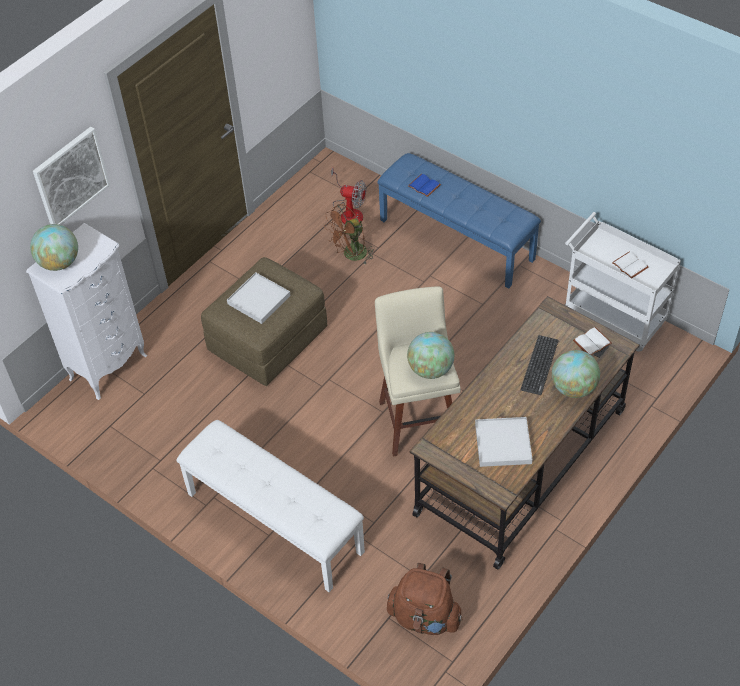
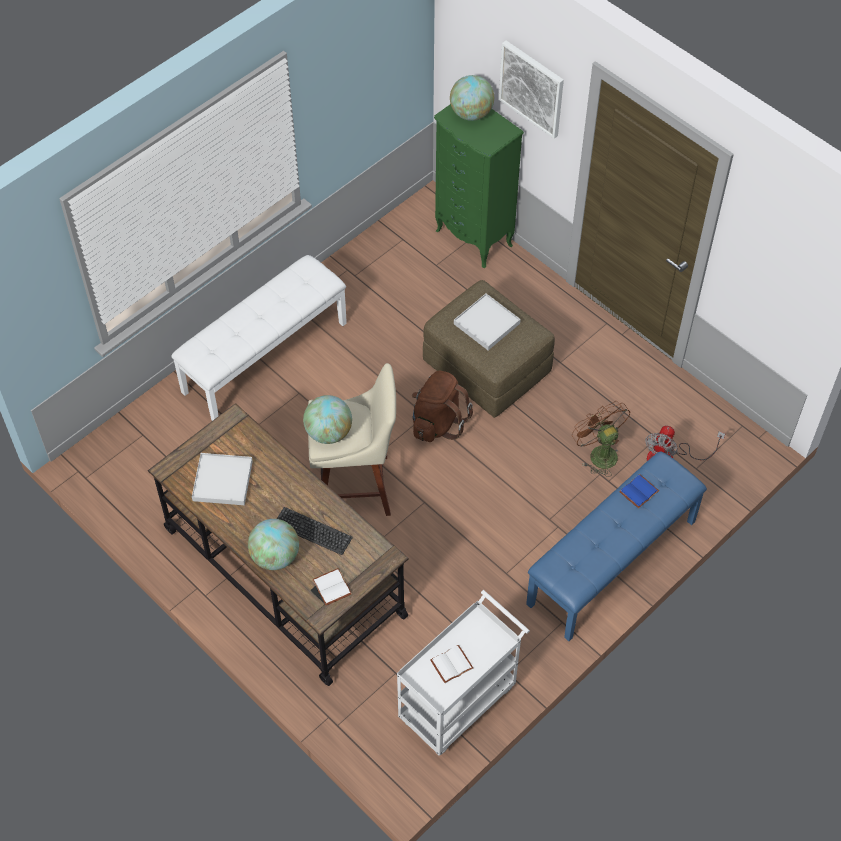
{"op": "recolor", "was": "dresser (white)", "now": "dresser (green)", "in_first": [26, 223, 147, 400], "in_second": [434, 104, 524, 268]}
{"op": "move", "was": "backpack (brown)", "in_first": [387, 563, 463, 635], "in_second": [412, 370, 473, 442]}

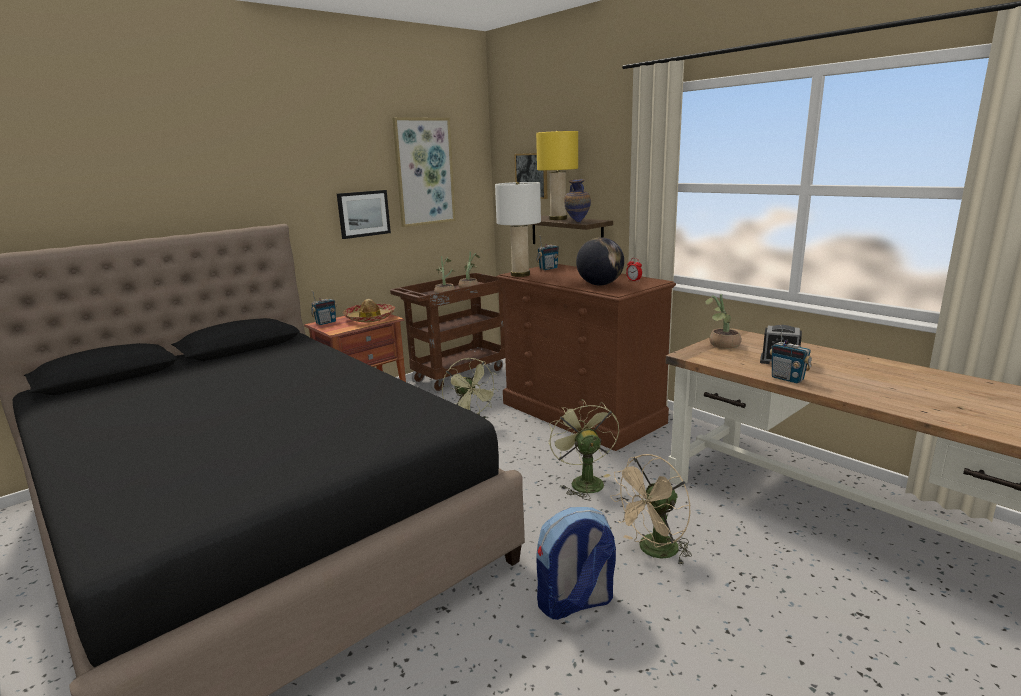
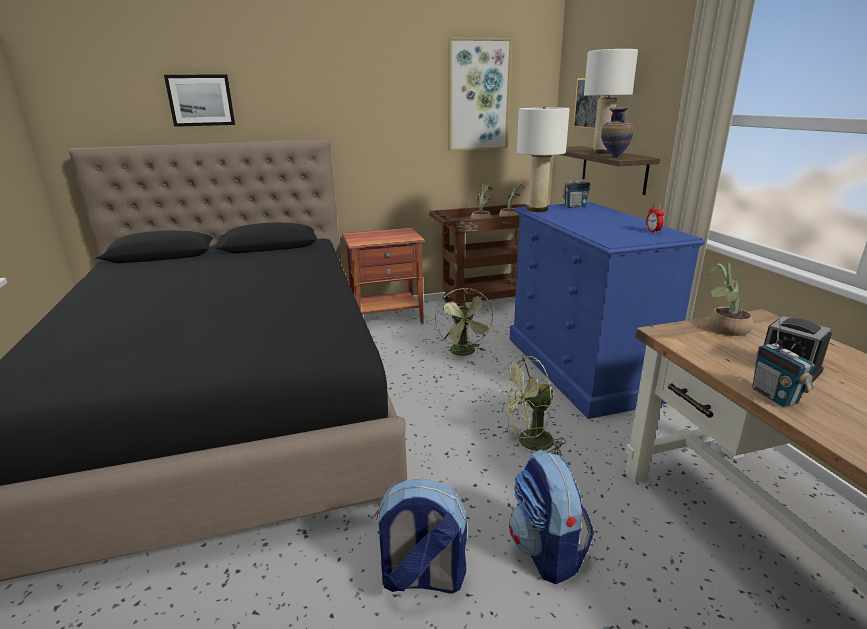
{"op": "recolor", "was": "table lamp (yellow)", "now": "table lamp (white)", "in_first": [536, 131, 578, 220], "in_second": [584, 49, 638, 154]}
{"op": "move", "was": "picture", "in_first": [337, 190, 391, 239], "in_second": [164, 74, 235, 127]}
{"op": "delete", "was": "globe", "in_first": [576, 237, 624, 286]}
{"op": "recolor", "was": "dresser (brown)", "now": "dresser (blue)", "in_first": [496, 264, 676, 451], "in_second": [509, 202, 705, 419]}
{"op": "delete", "was": "radio", "in_first": [311, 290, 337, 325]}
{"op": "delete", "was": "hat", "in_first": [343, 299, 395, 323]}
{"op": "rotate", "was": "fan (green)", "in_first": [548, 399, 619, 500], "in_second": [499, 356, 566, 455], "clockwise": -120}
{"op": "replace", "was": "fan (beige)", "now": "backpack", "in_first": [610, 454, 692, 565], "in_second": [509, 449, 594, 584]}

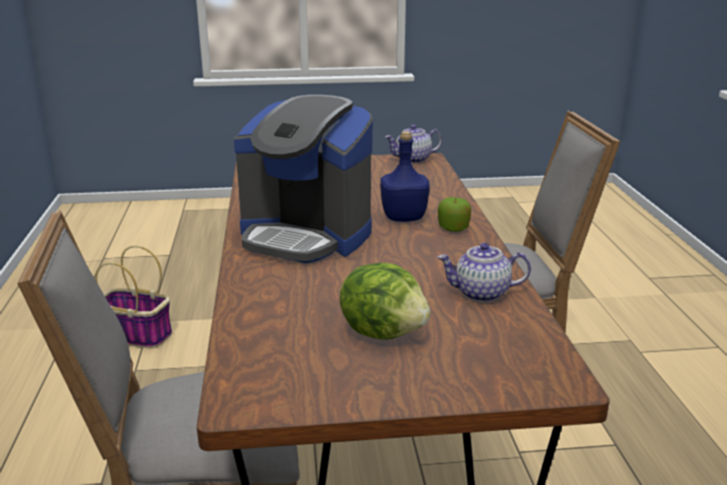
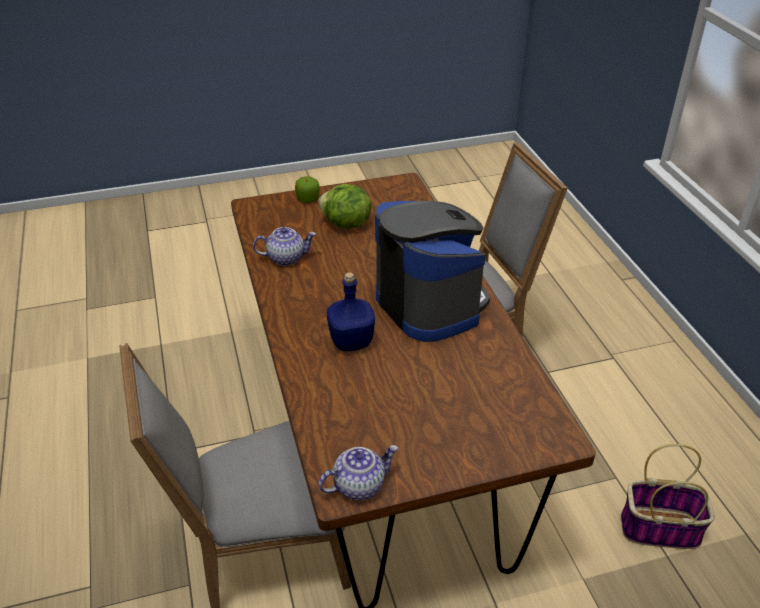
{"op": "rotate", "was": "coffee machine", "in_first": [234, 95, 373, 263], "in_second": [375, 201, 490, 342], "clockwise": 45}
{"op": "move", "was": "apple", "in_first": [438, 197, 471, 232], "in_second": [295, 176, 319, 203]}

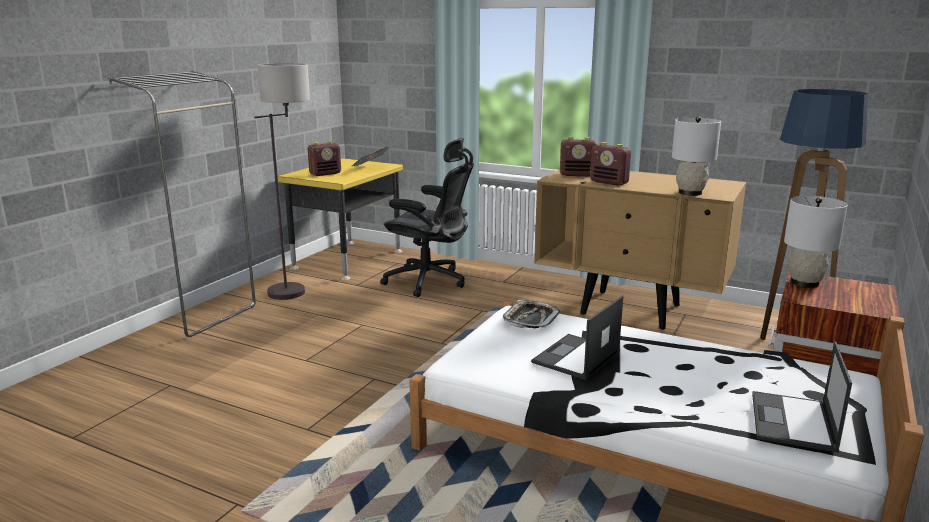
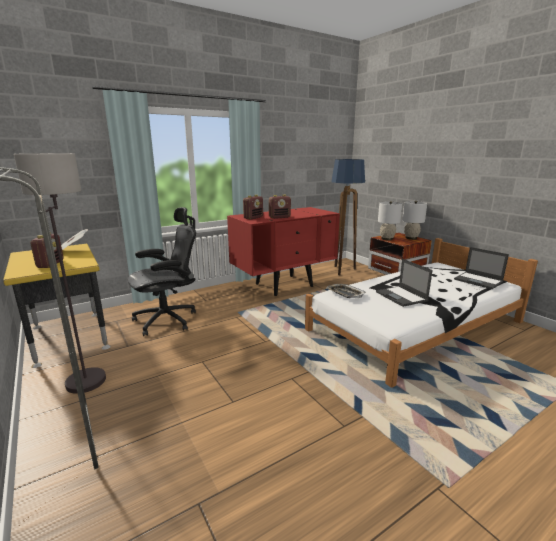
{"op": "move", "was": "table lamp (white)", "in_first": [672, 116, 721, 196], "in_second": [402, 201, 427, 240]}
{"op": "recolor", "was": "dresser (beige)", "now": "dresser (red)", "in_first": [534, 169, 746, 330], "in_second": [227, 207, 340, 296]}

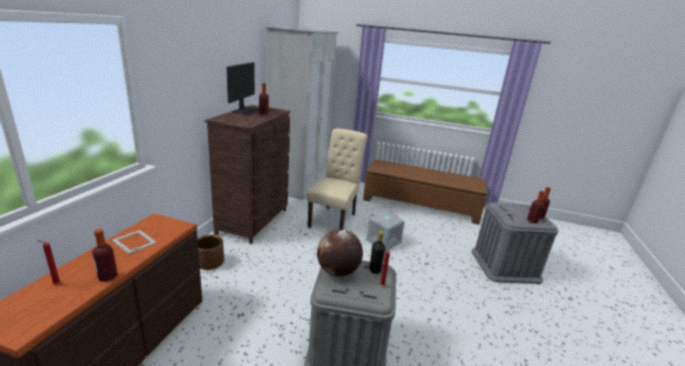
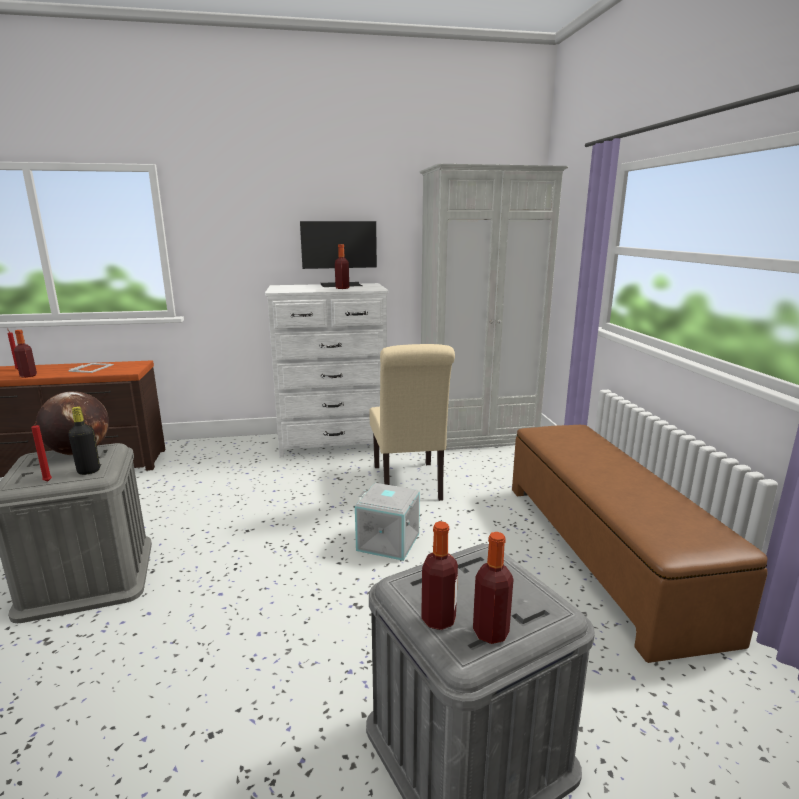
{"op": "recolor", "was": "dresser (brown)", "now": "dresser (white)", "in_first": [205, 105, 290, 244], "in_second": [265, 283, 388, 457]}
{"op": "rotate", "was": "chair (beige)", "in_first": [307, 129, 368, 230], "in_second": [369, 344, 455, 501], "clockwise": 90}
{"op": "delete", "was": "planter (brown)", "in_first": [197, 235, 224, 270]}

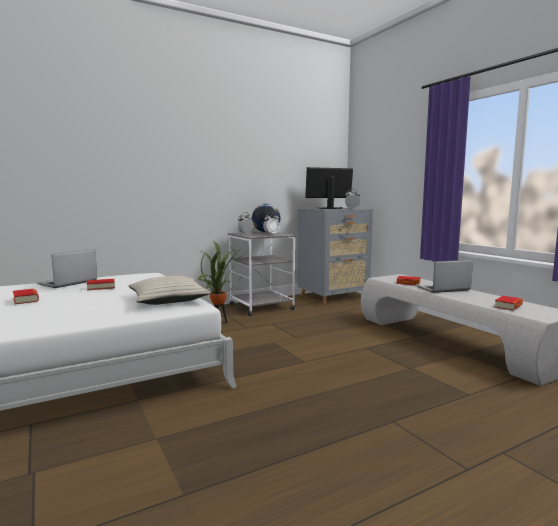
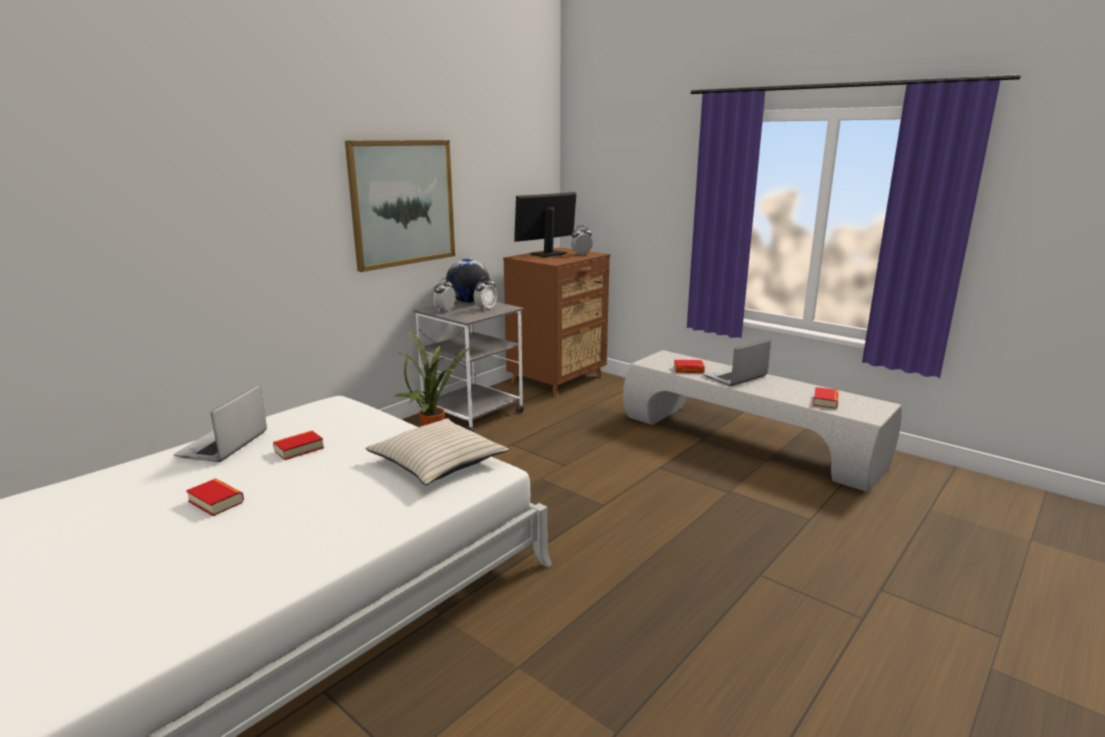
{"op": "recolor", "was": "dresser (grey)", "now": "dresser (brown)", "in_first": [298, 208, 373, 305], "in_second": [503, 247, 610, 397]}
{"op": "insert", "now": "picture", "in_second": [345, 140, 455, 272]}

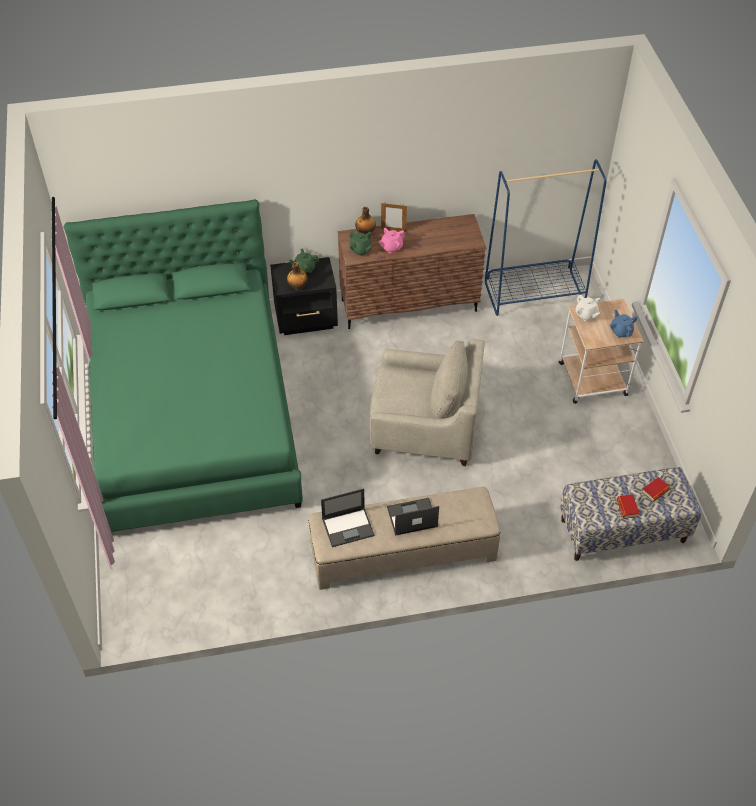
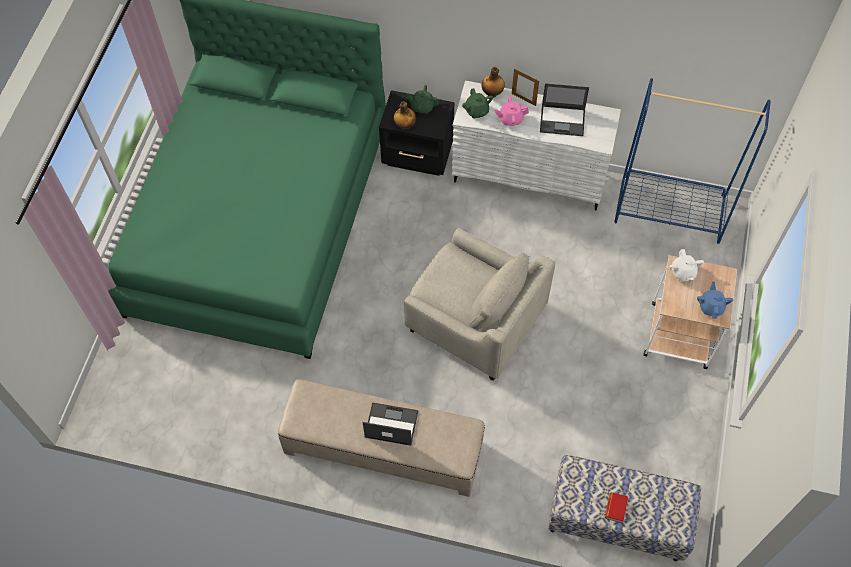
{"op": "recolor", "was": "dresser (brown)", "now": "dresser (white)", "in_first": [338, 214, 487, 329], "in_second": [452, 81, 621, 210]}
{"op": "delete", "was": "book", "in_first": [642, 477, 670, 502]}
{"op": "move", "was": "laptop", "in_first": [321, 488, 374, 547], "in_second": [540, 83, 589, 136]}

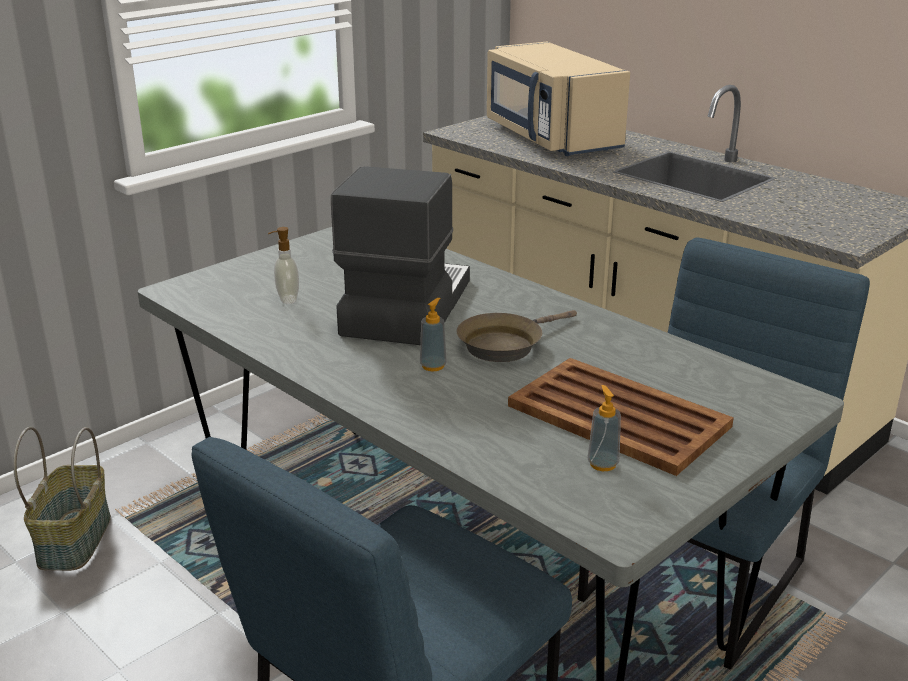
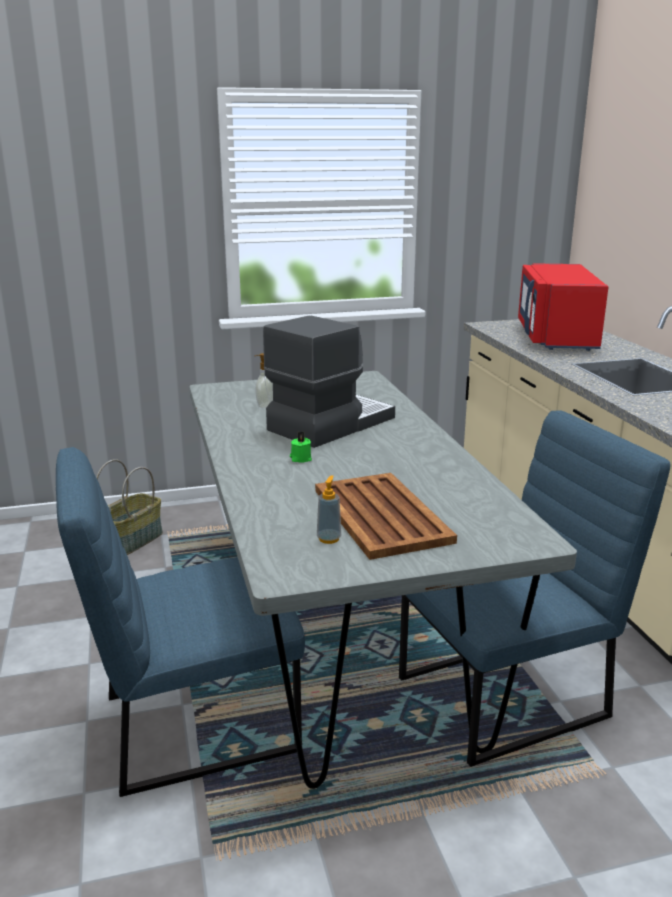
{"op": "recolor", "was": "microwave (beige)", "now": "microwave (red)", "in_first": [487, 42, 630, 156], "in_second": [518, 263, 609, 351]}
{"op": "replace", "was": "soap dispenser", "now": "candle (green)", "in_first": [420, 298, 447, 371], "in_second": [290, 431, 312, 463]}
{"op": "delete", "was": "frying pan (brown)", "in_first": [457, 310, 577, 362]}

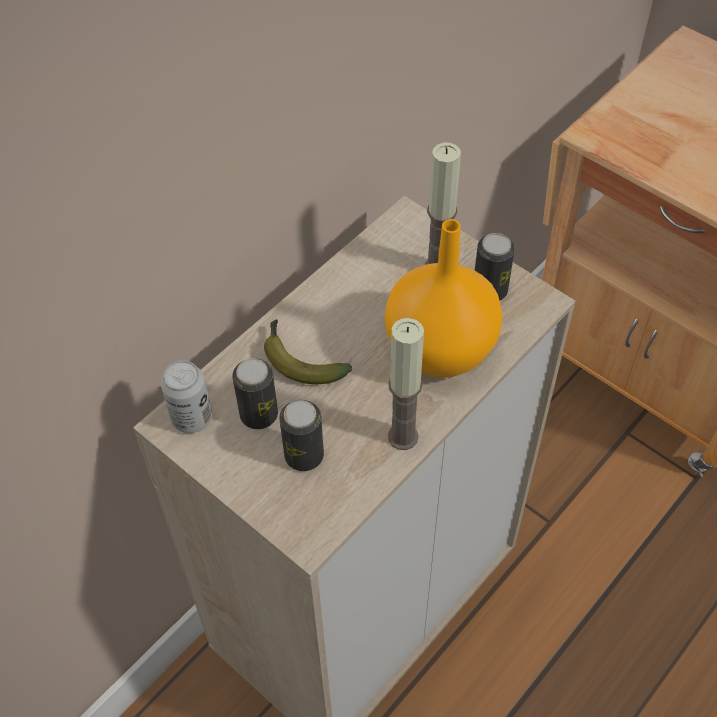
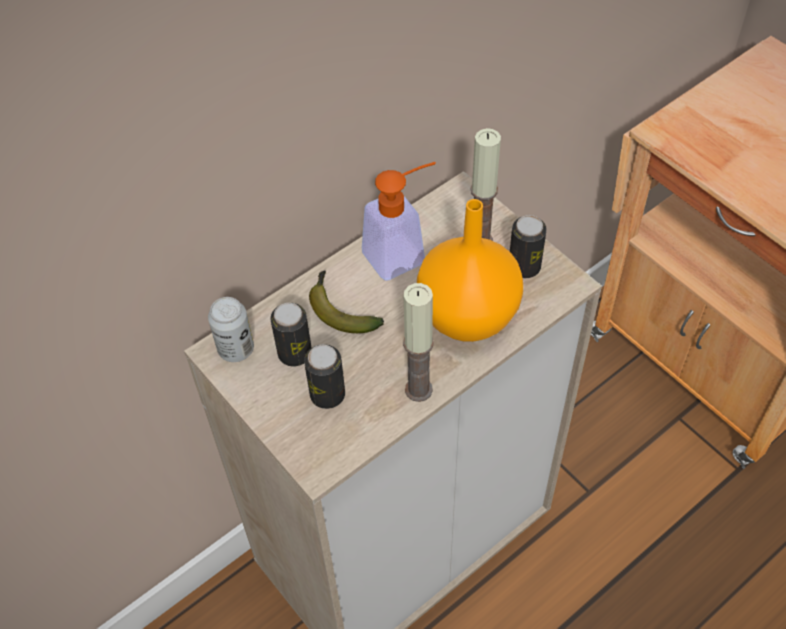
{"op": "insert", "now": "soap dispenser", "in_second": [362, 162, 436, 281]}

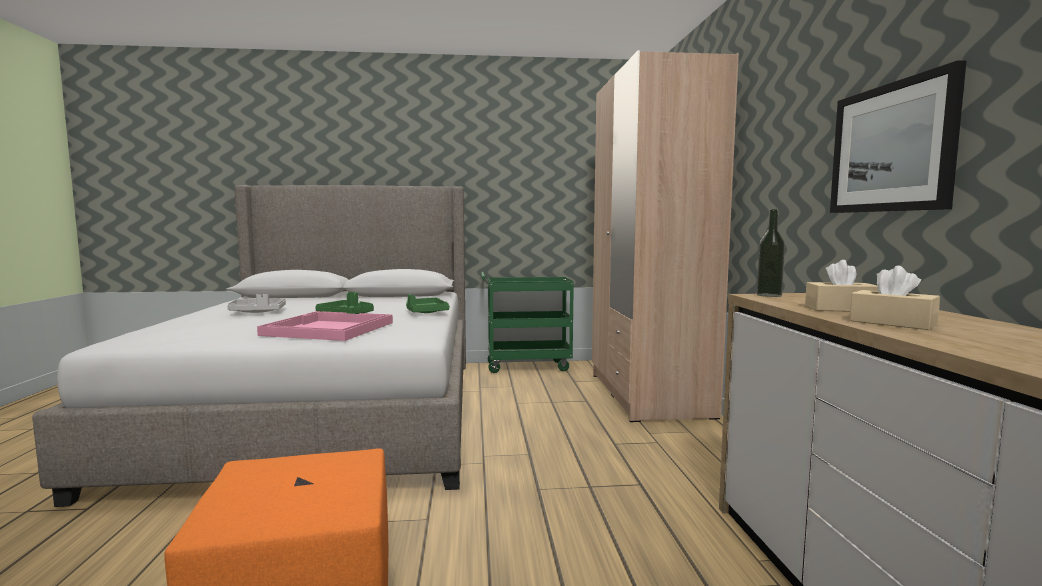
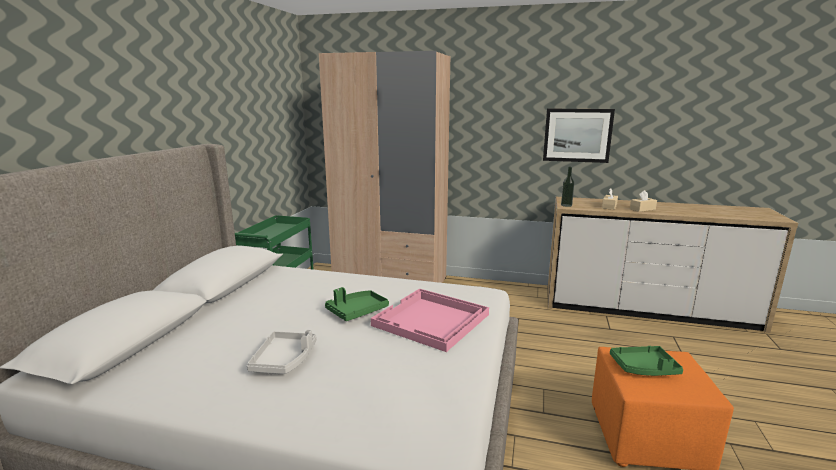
{"op": "move", "was": "tray (green)", "in_first": [406, 294, 449, 313], "in_second": [610, 346, 683, 376]}

